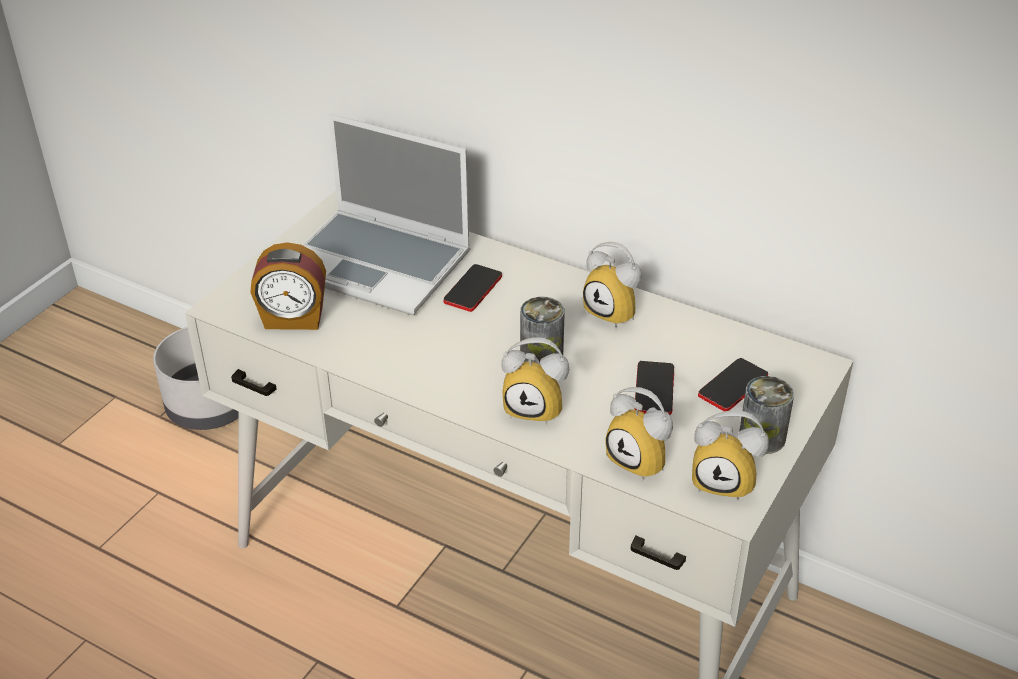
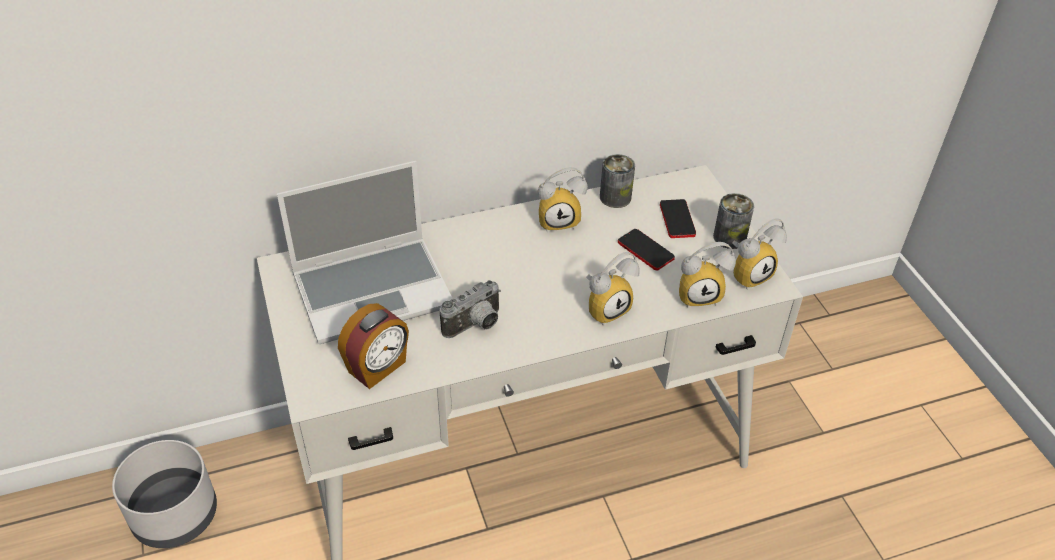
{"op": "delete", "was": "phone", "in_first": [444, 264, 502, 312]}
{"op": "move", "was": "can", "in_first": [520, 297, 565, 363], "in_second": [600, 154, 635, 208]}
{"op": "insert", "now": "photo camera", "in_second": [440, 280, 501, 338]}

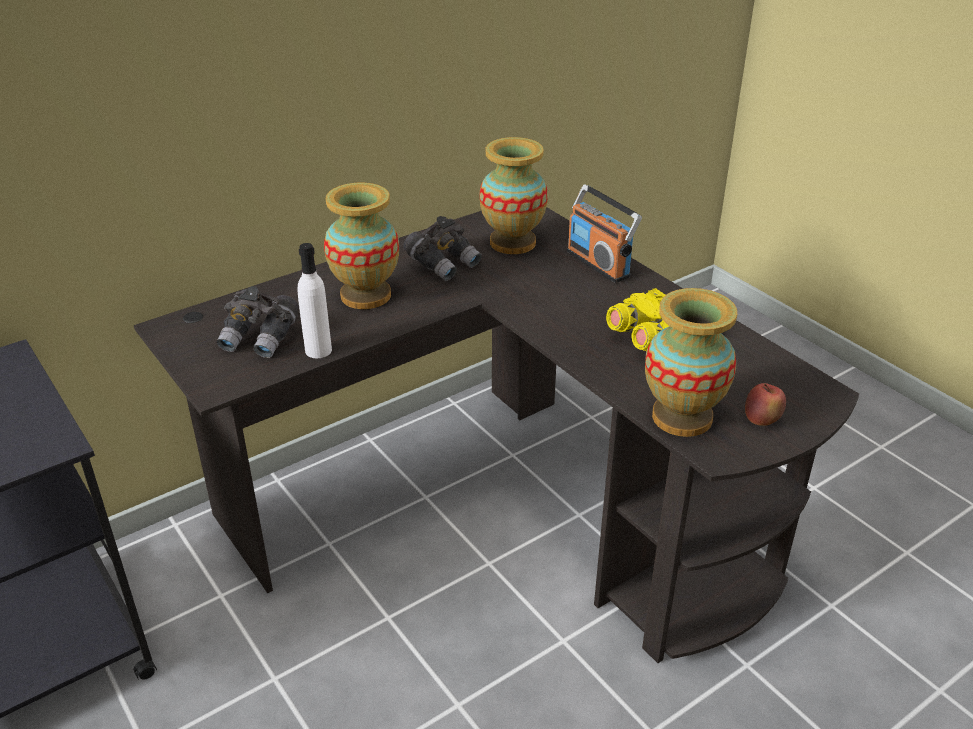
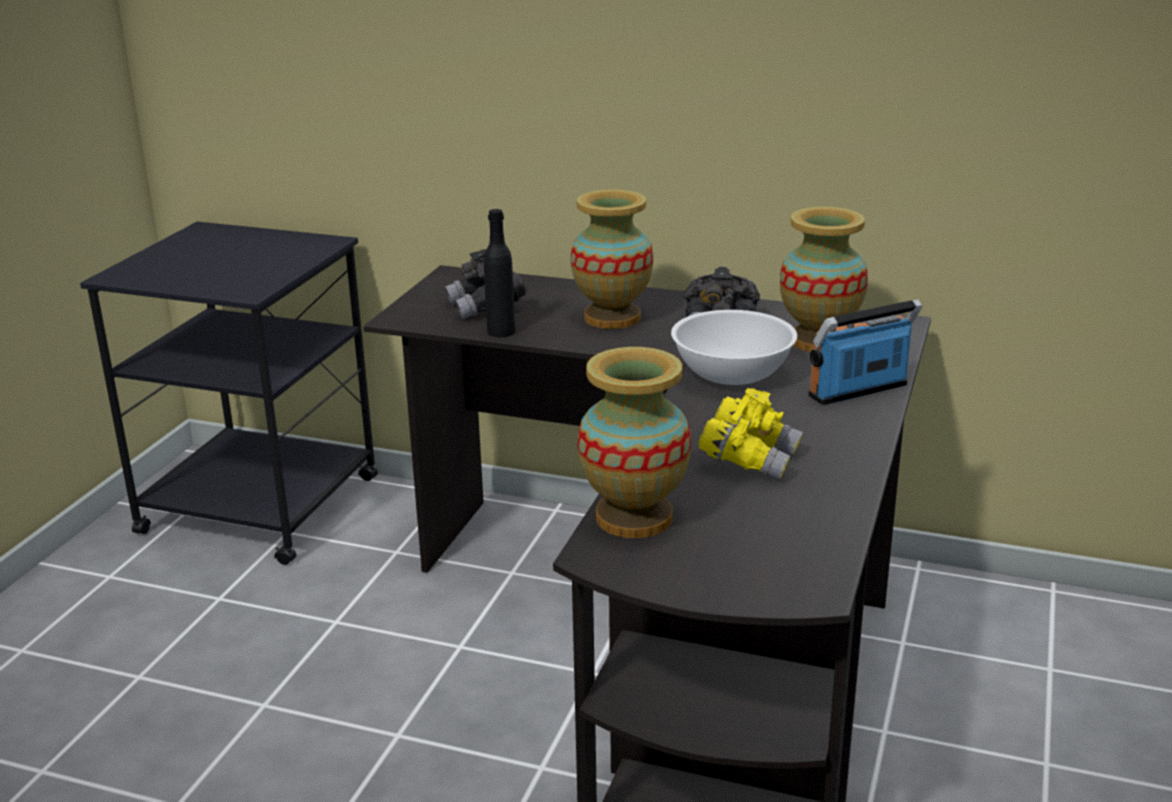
{"op": "rotate", "was": "radio", "in_first": [567, 184, 642, 283], "in_second": [808, 299, 923, 405], "clockwise": 45}
{"op": "recolor", "was": "bottle (white)", "now": "bottle (black)", "in_first": [297, 243, 332, 358], "in_second": [484, 209, 515, 337]}
{"op": "delete", "was": "apple", "in_first": [745, 383, 786, 426]}
{"op": "insert", "now": "bowl (white)", "in_second": [671, 310, 797, 385]}

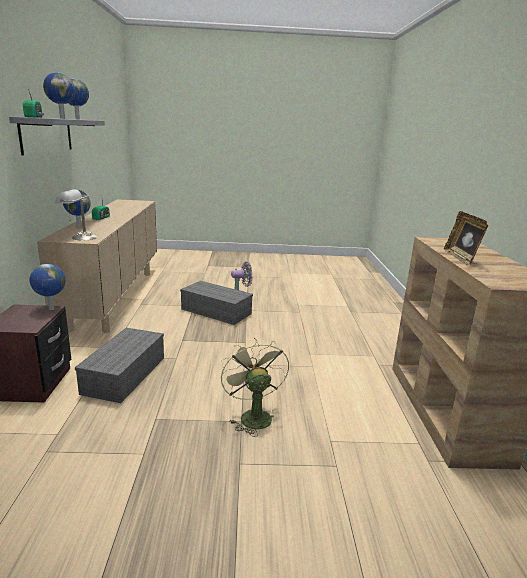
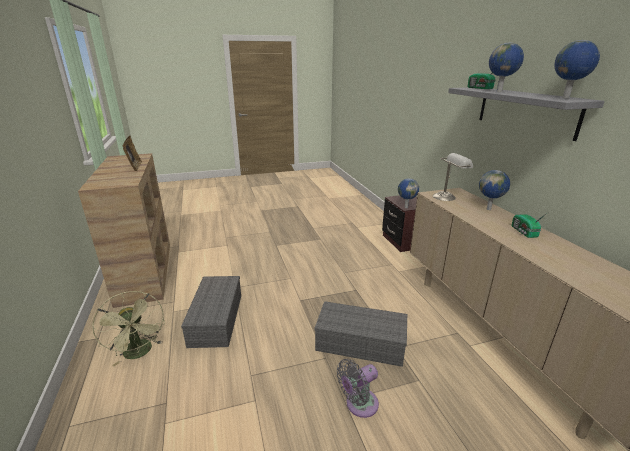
{"op": "move", "was": "storage box (grey)", "in_first": [75, 328, 164, 403], "in_second": [181, 276, 241, 348]}
{"op": "move", "was": "fan (green)", "in_first": [220, 338, 289, 437], "in_second": [92, 291, 165, 366]}

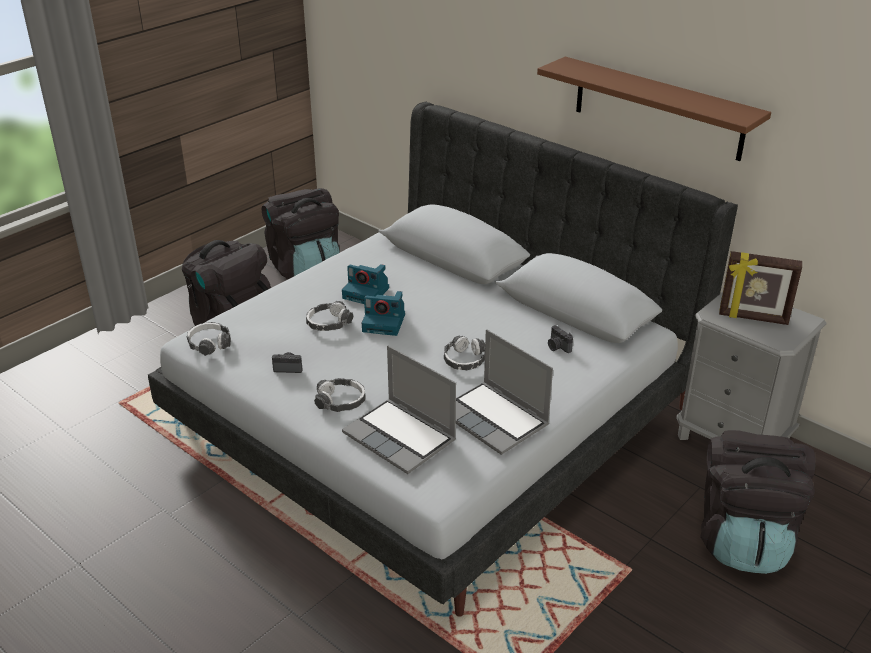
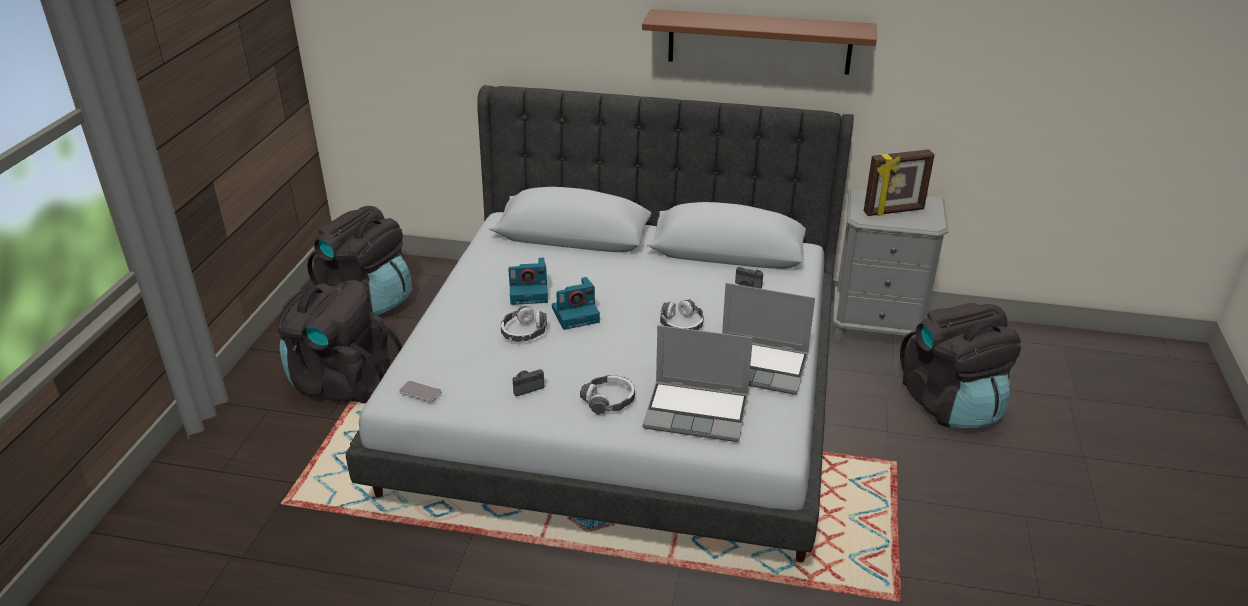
{"op": "replace", "was": "headphones", "now": "phone", "in_first": [187, 322, 231, 356], "in_second": [399, 380, 441, 402]}

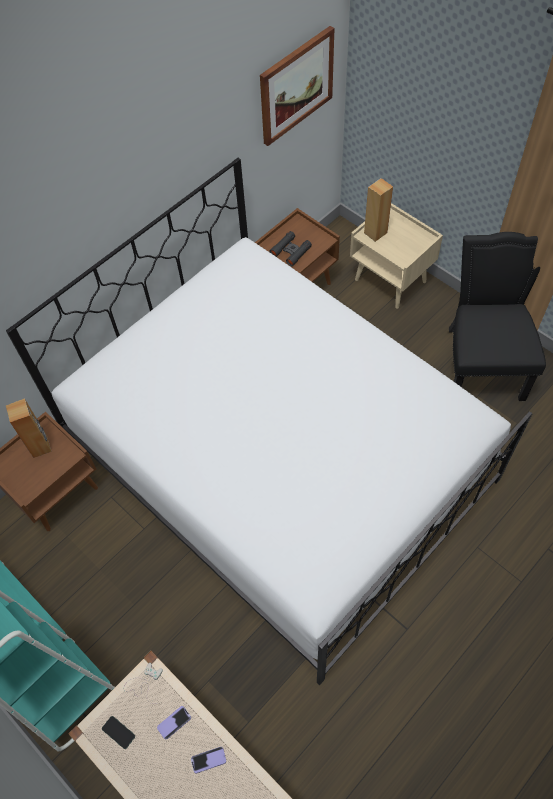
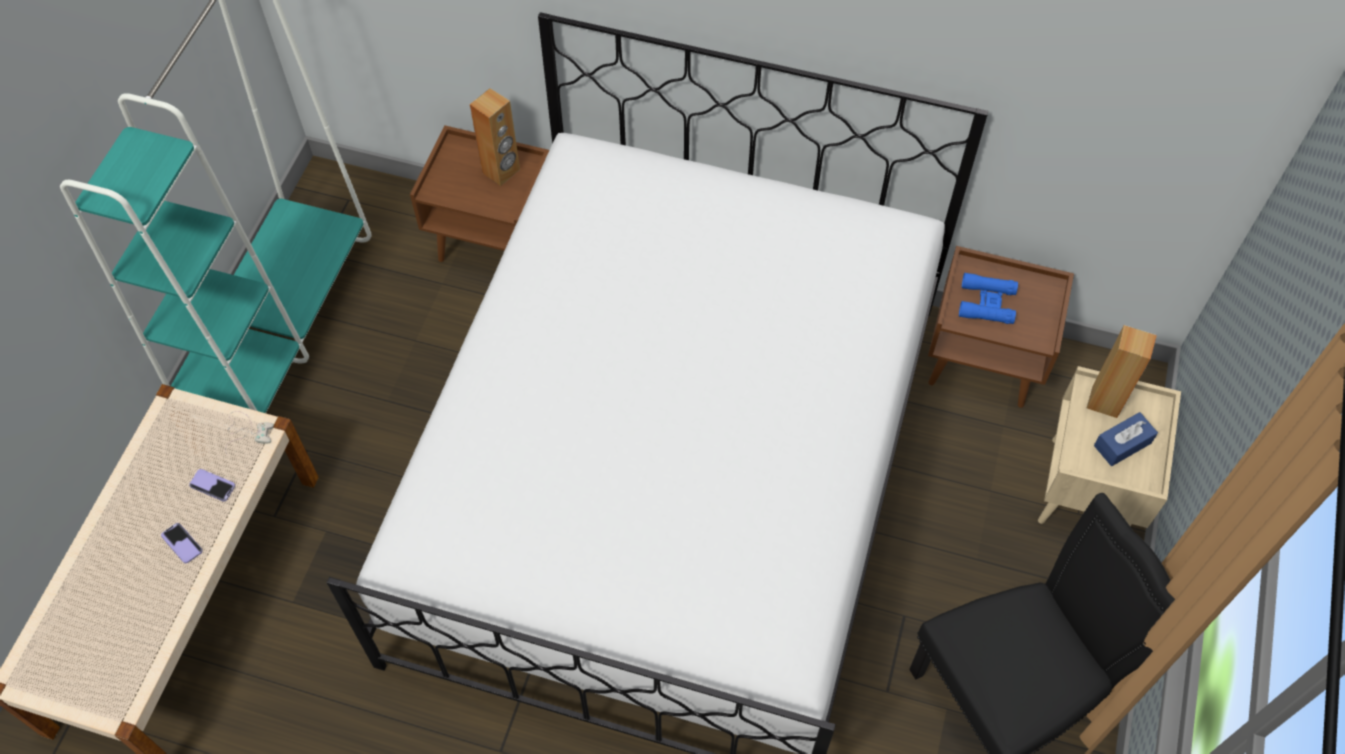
{"op": "delete", "was": "picture", "in_first": [260, 26, 335, 146]}
{"op": "recolor", "was": "binoculars (black)", "now": "binoculars (blue)", "in_first": [270, 231, 312, 267], "in_second": [959, 273, 1018, 324]}
{"op": "delete", "was": "phone", "in_first": [102, 716, 135, 749]}
{"op": "insert", "now": "tissue box (blue)", "in_second": [1094, 412, 1158, 466]}

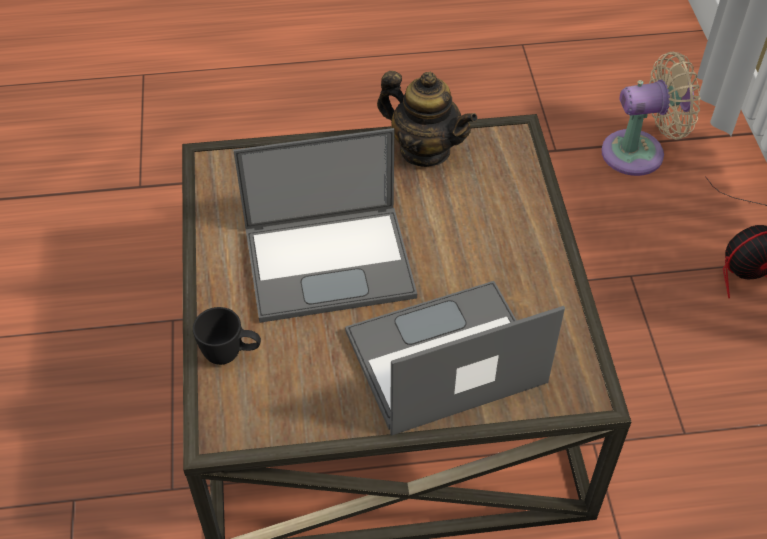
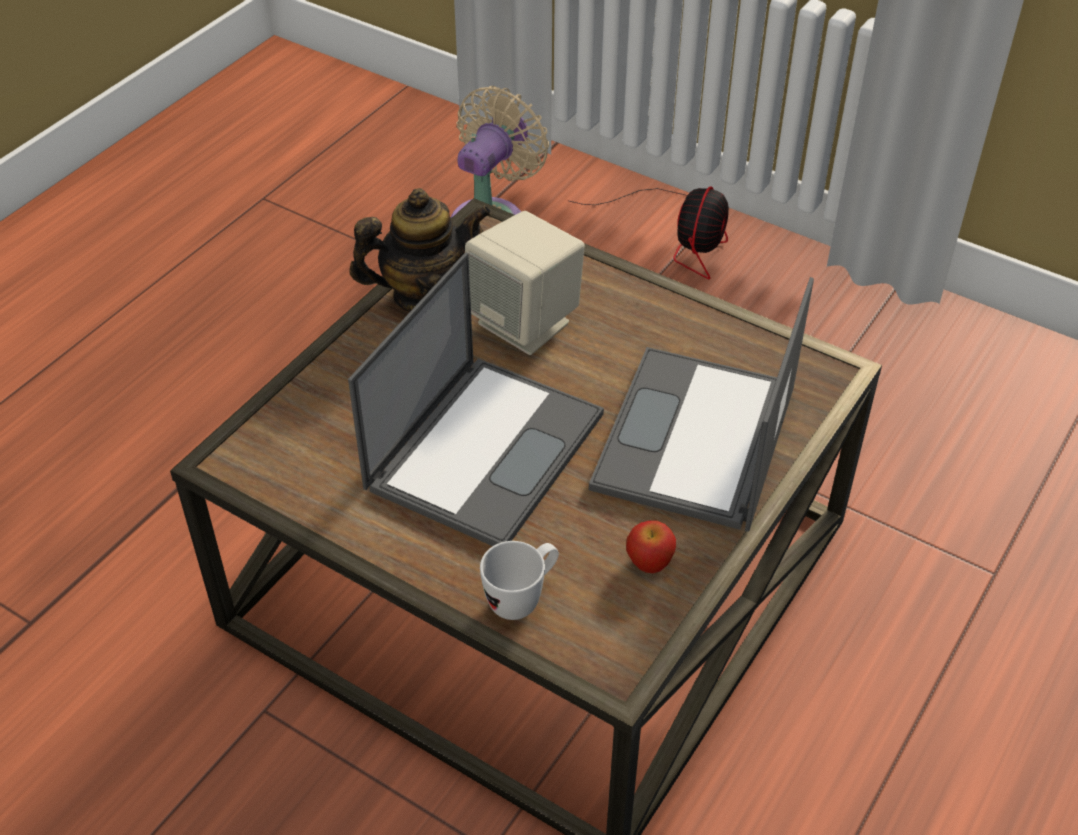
{"op": "recolor", "was": "mug (black)", "now": "mug (white)", "in_first": [193, 307, 261, 365], "in_second": [480, 541, 559, 620]}
{"op": "insert", "now": "speaker (beige)", "in_second": [465, 211, 585, 355]}
{"op": "insert", "now": "apple", "in_second": [626, 521, 676, 573]}

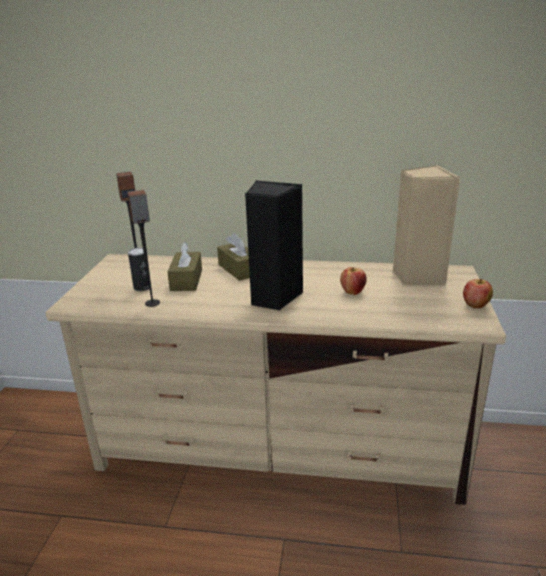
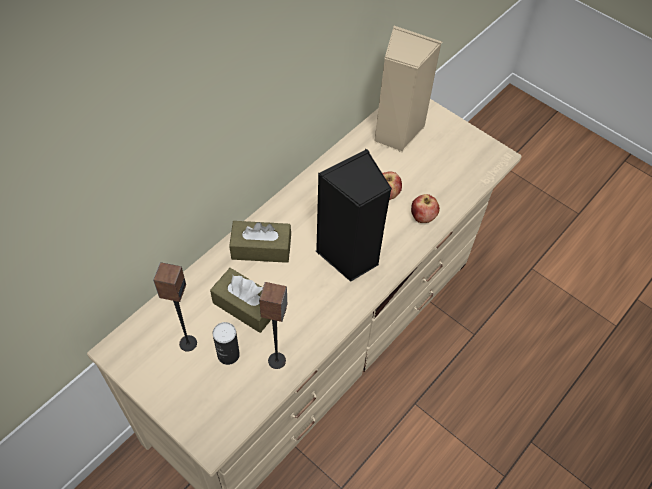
{"op": "move", "was": "apple", "in_first": [463, 279, 493, 308], "in_second": [411, 194, 440, 223]}

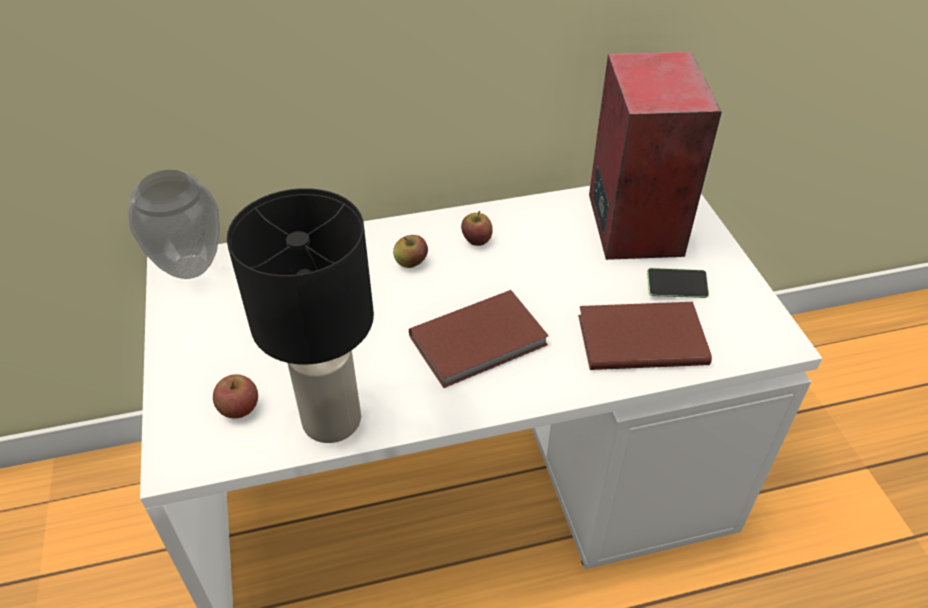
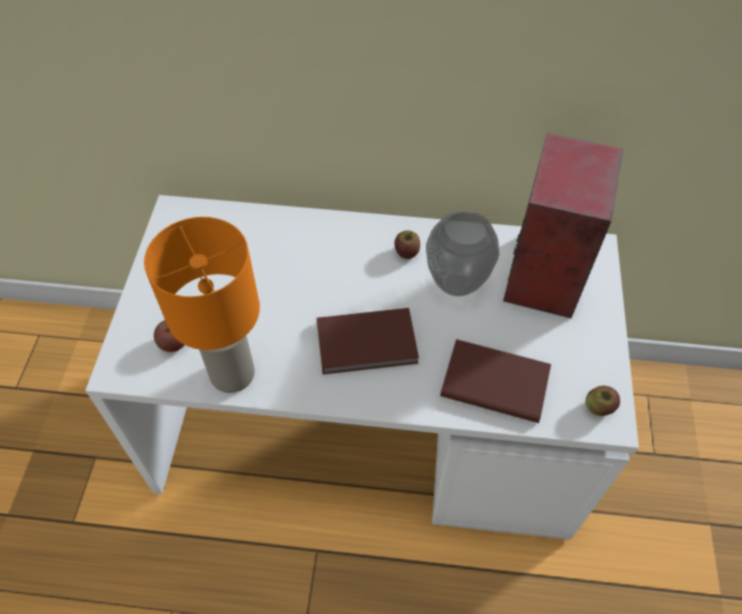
{"op": "move", "was": "vase", "in_first": [128, 170, 220, 279], "in_second": [426, 211, 499, 296]}
{"op": "recolor", "was": "table lamp (black)", "now": "table lamp (orange)", "in_first": [227, 188, 374, 443], "in_second": [144, 217, 260, 393]}
{"op": "move", "was": "apple", "in_first": [393, 235, 428, 268], "in_second": [586, 386, 620, 416]}
{"op": "delete", "was": "phone", "in_first": [647, 268, 709, 298]}

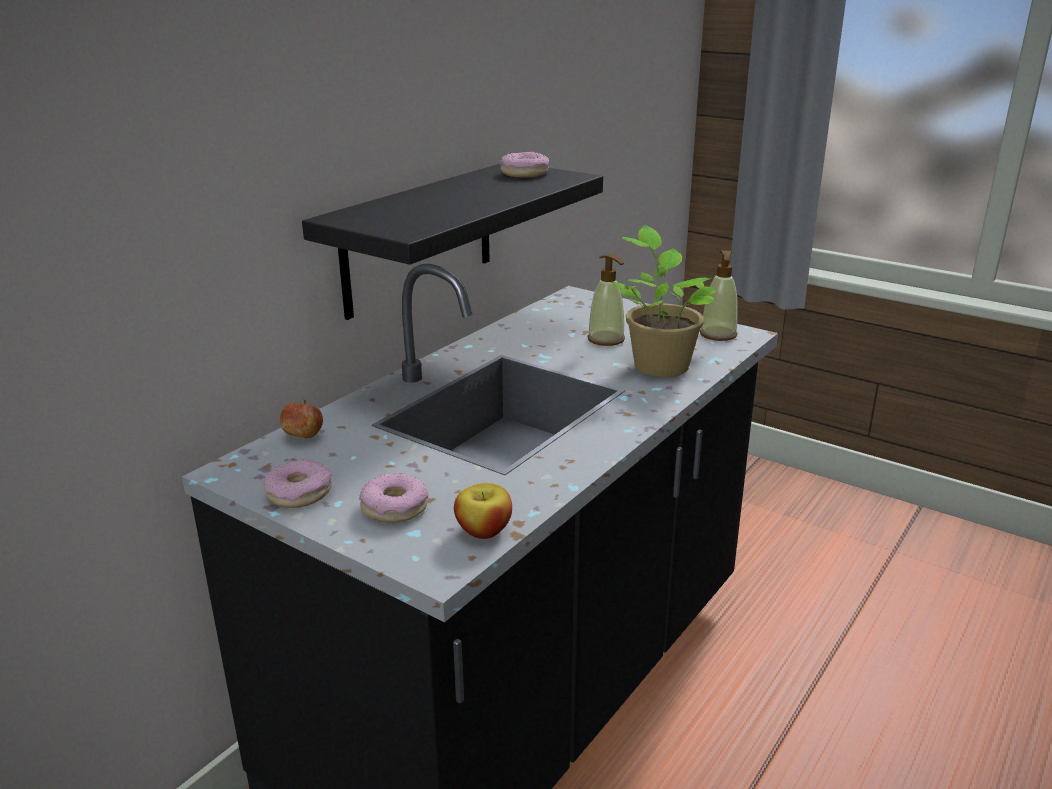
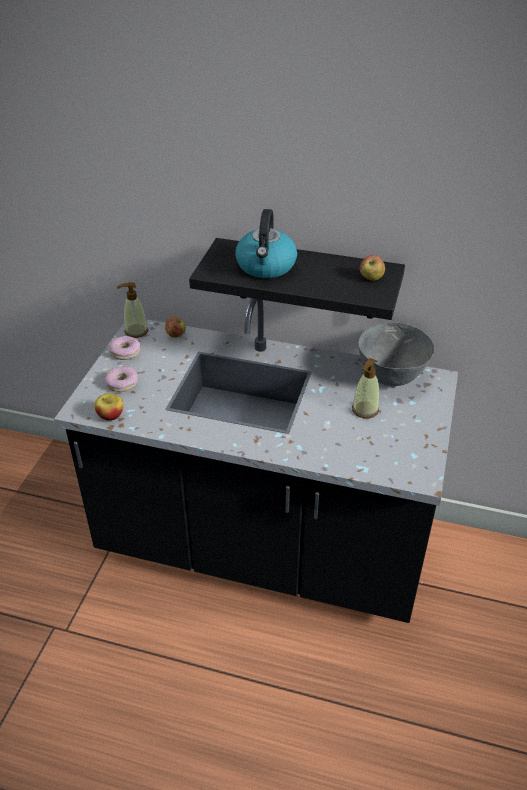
{"op": "replace", "was": "donut", "now": "apple", "in_first": [500, 152, 549, 178], "in_second": [360, 255, 385, 281]}
{"op": "delete", "was": "potted plant", "in_first": [611, 225, 716, 377]}
{"op": "move", "was": "soap dispenser", "in_first": [700, 250, 738, 341], "in_second": [117, 282, 148, 338]}
{"op": "insert", "now": "kettle", "in_second": [235, 209, 297, 278]}
{"op": "insert", "now": "bowl (grey)", "in_second": [358, 322, 435, 386]}

